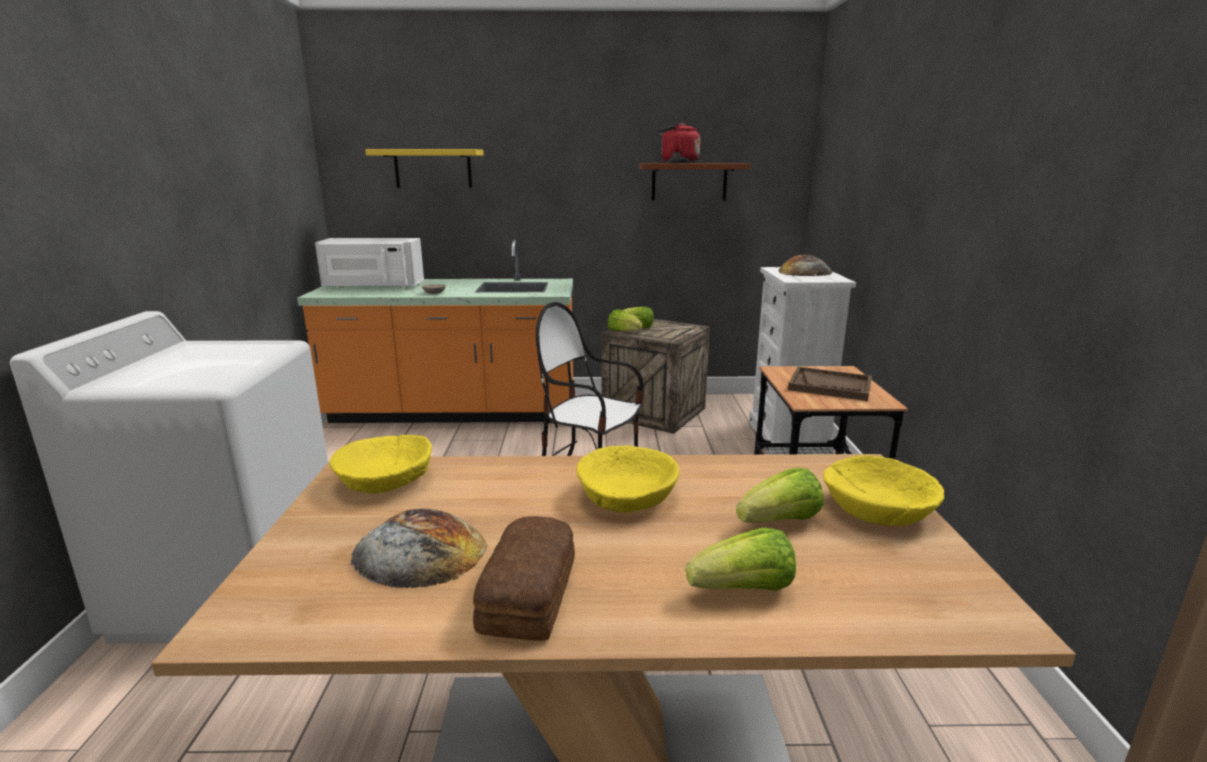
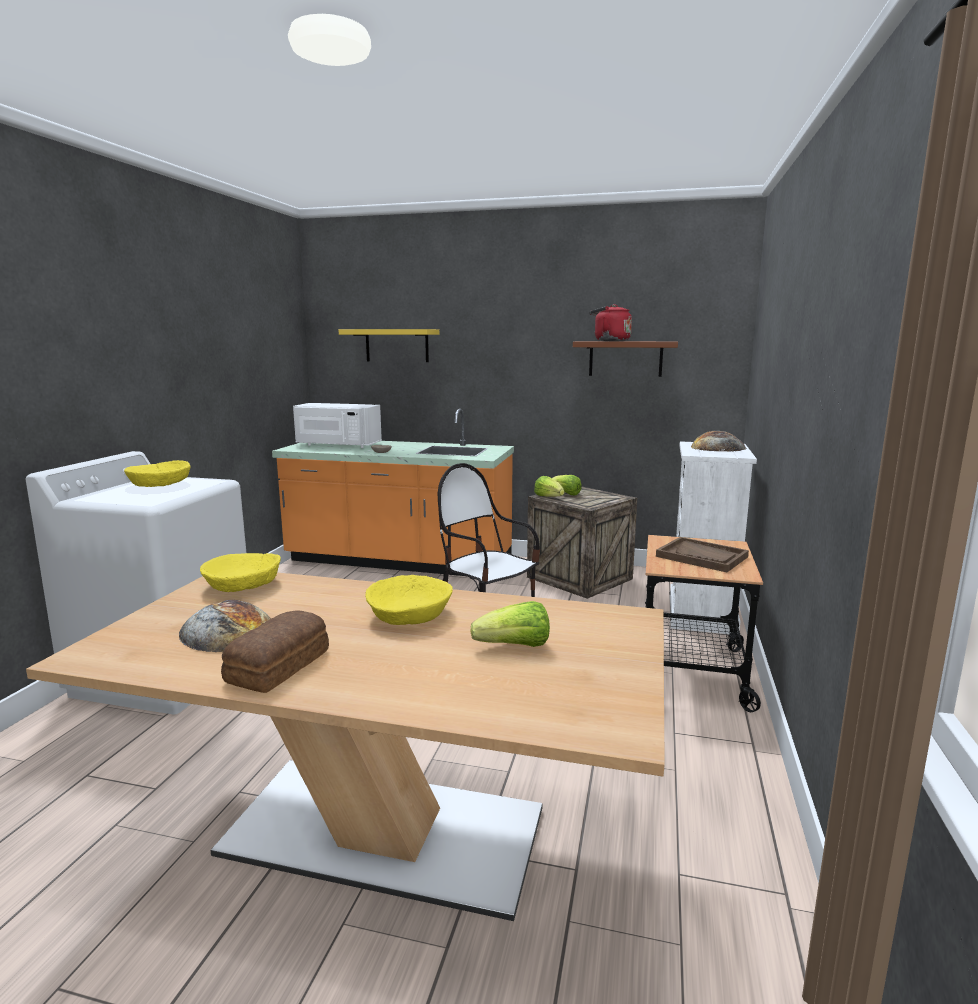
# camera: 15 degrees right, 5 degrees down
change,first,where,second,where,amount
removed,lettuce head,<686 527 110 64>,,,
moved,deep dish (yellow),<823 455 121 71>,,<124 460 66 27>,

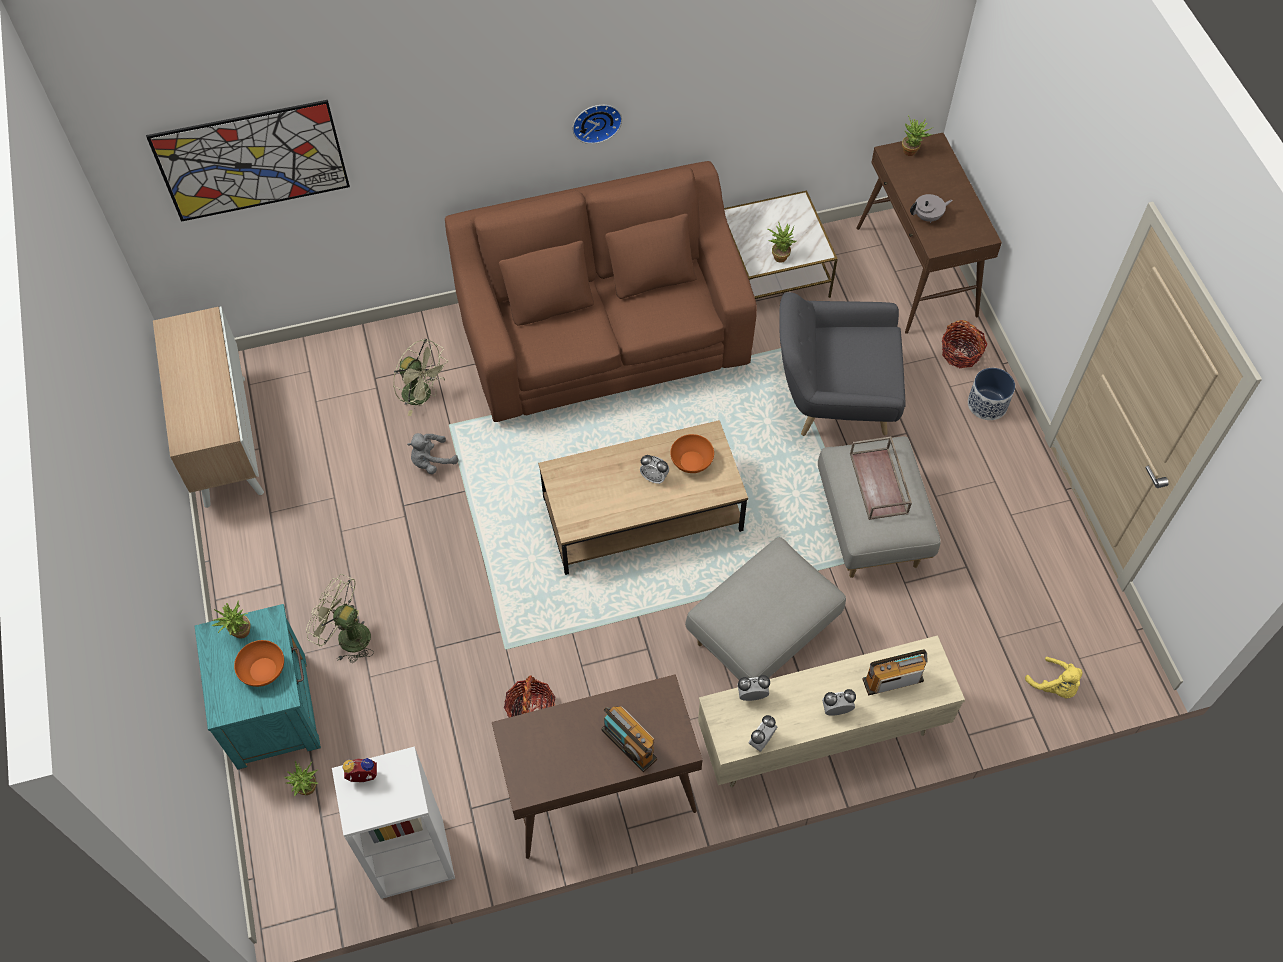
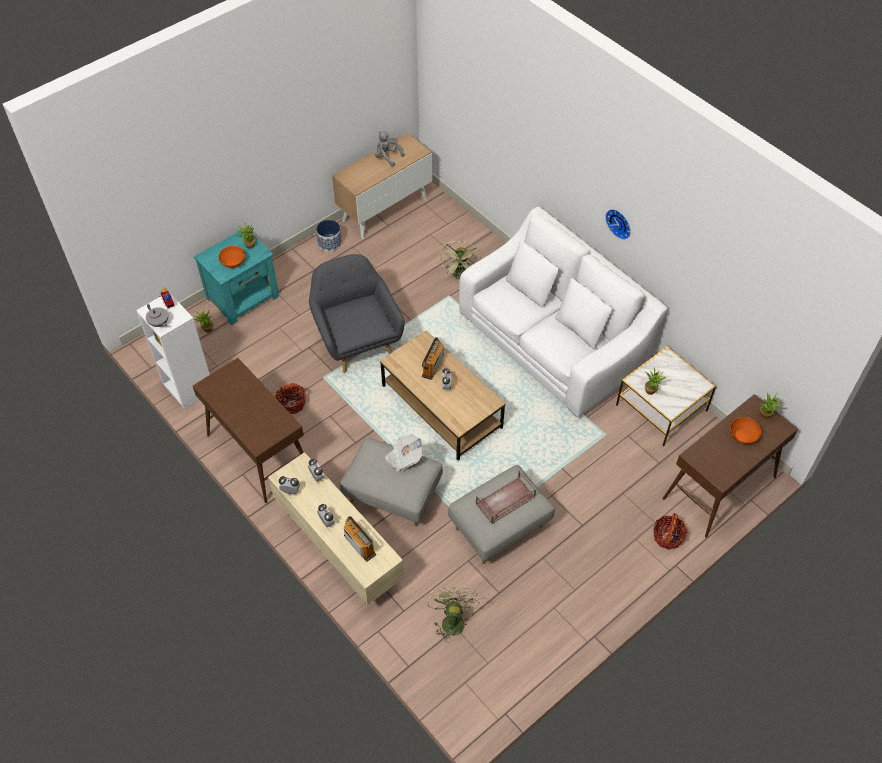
# camera: 65 degrees right, 5 degrees down
change,first,where,second,where,amount
removed,wall art,<146 100 204 122>,,,
removed,soft toy (yellow),<1025 657 58 42>,,,
added,,,newspaper,<385 434 39 37>,
moved,fan (greenish),<306 574 68 89>,,<428 587 51 55>,
moved,soft toy (greyish),<407 433 51 41>,,<375 131 29 35>,
moved,radio receiver,<601 706 56 66>,,<422 337 22 43>,
moved,deep dish (orange),<670 434 44 39>,,<730 417 31 27>,
moved,easy chair (greyish),<779 292 127 144>,,<309 254 96 119>,
moved,tea pot (greyish),<910 194 43 29>,,<146 304 22 23>,
moved,flower pot,<968 368 47 52>,,<316 220 26 32>,
recoloured,sofa (brown),<445 161 312 261>,sofa (white),<459 206 209 212>,

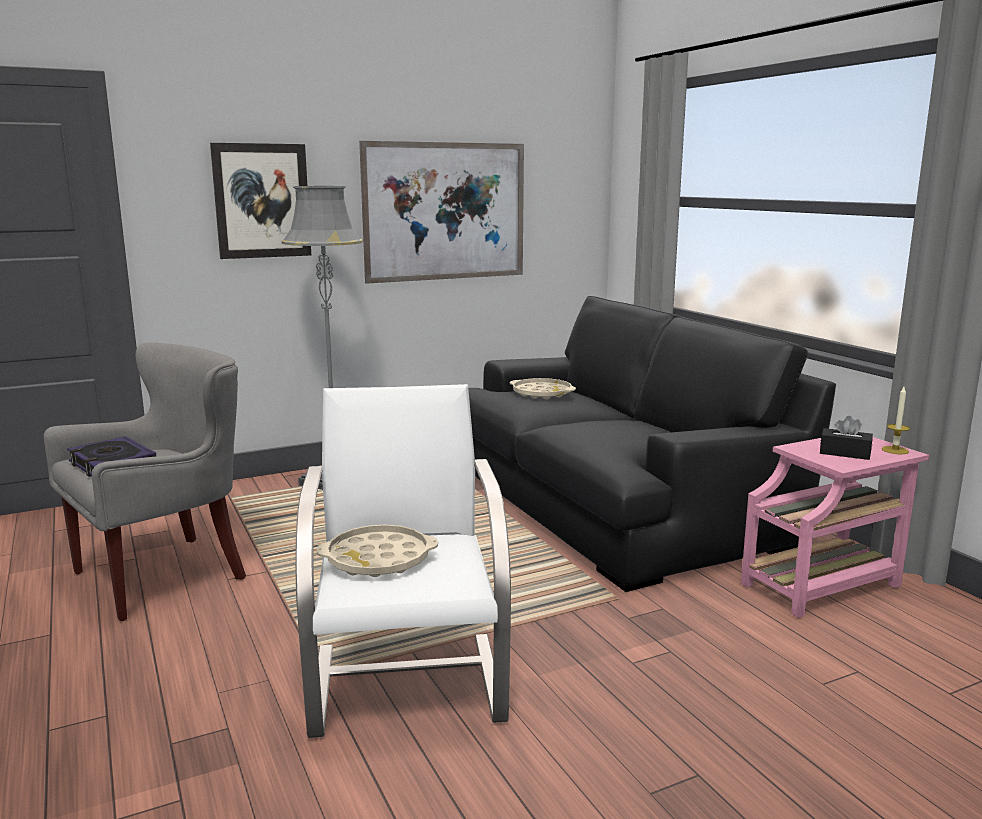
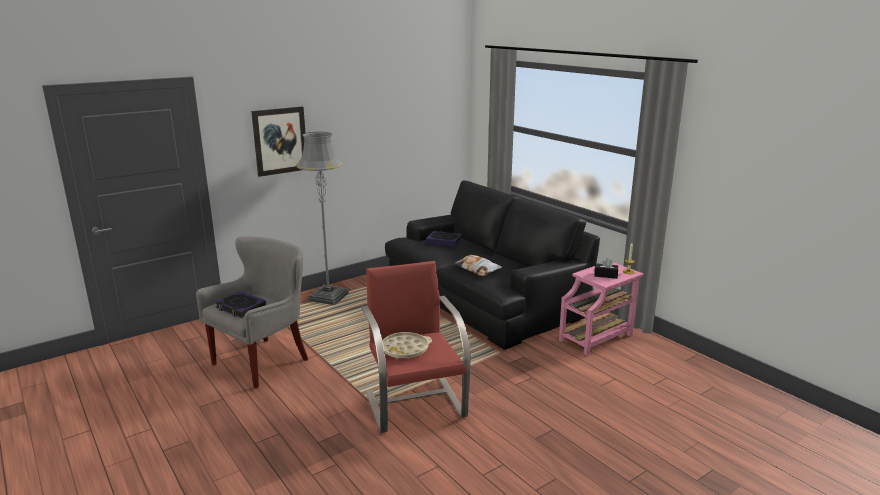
# camera: 10 degrees left, 5 degrees up
change,first,where,second,where,amount
removed,wall art,<359 141 165 143>,,,
added,,,cushion,<453 255 49 21>,
replaced,tray (sand-coloured),<510 378 66 22>,bound book,<426 231 36 16>,
recoloured,easy chair (white),<295 384 216 354>,easy chair (reddish),<361 261 110 172>,

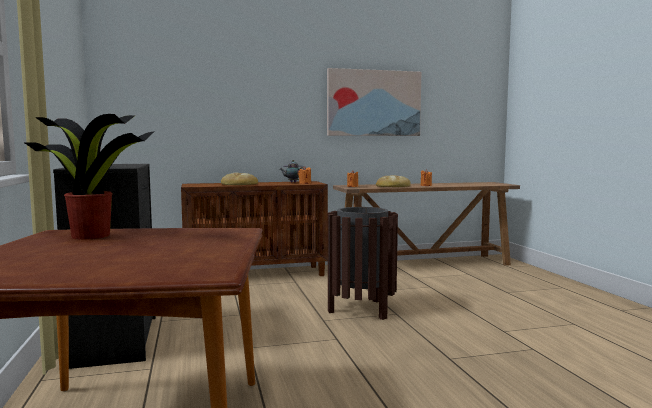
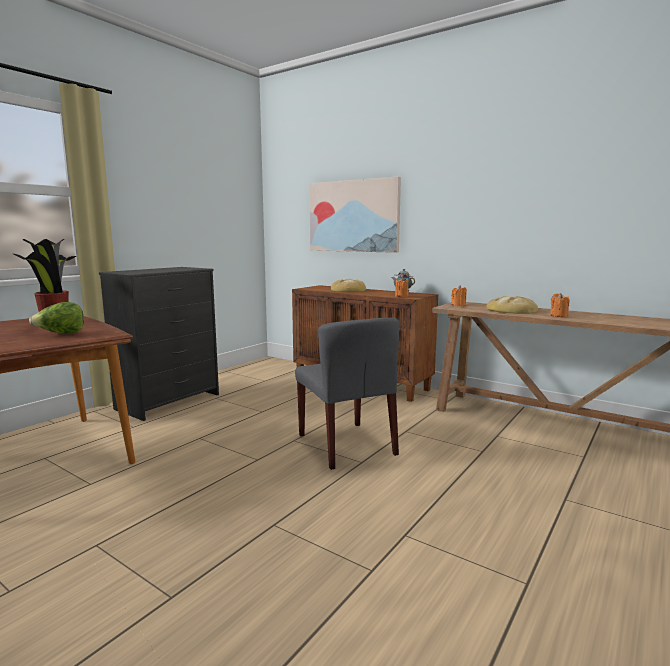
# camera: 50 degrees right, 5 degrees up
change,first,where,second,where,amount
added,,,lettuce head,<29 302 55 32>,
moved,wall art,<327 68 94 68>,,<309 176 92 77>,
replaced,waste bin (brown),<328 207 70 113>,plain chair (greyish),<295 318 104 152>,

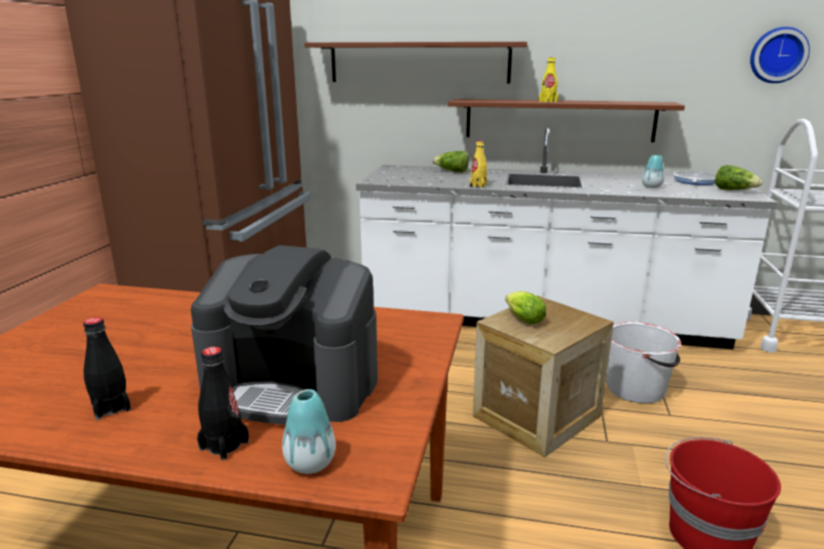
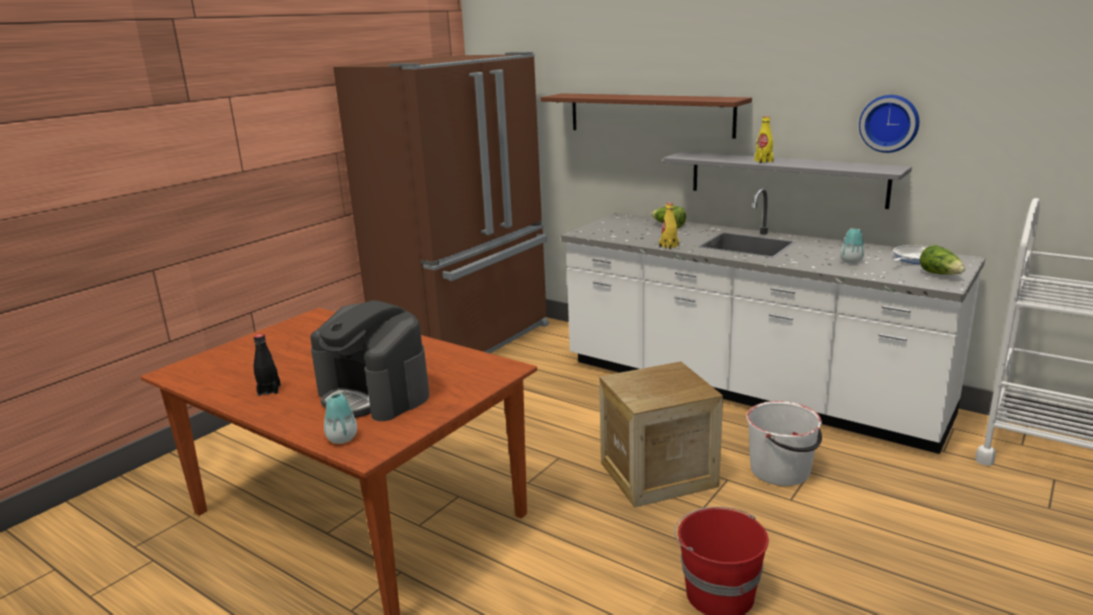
# camera: 25 degrees right, 0 degrees up
change,first,where,second,where,amount
removed,drink bottle (black),<197 347 52 113>,,,
removed,lettuce head,<505 291 41 33>,,,
moved,wall clock,<750 27 60 56>,,<859 95 60 58>,
recoloured,bracket shelf (brown),<448 99 237 43>,bracket shelf (greyish),<663 151 249 58>,

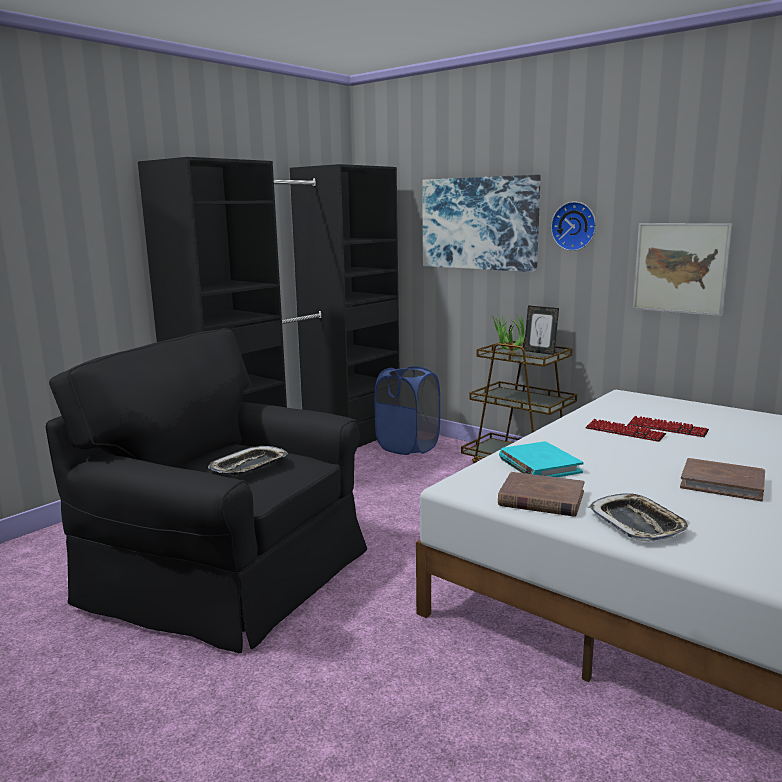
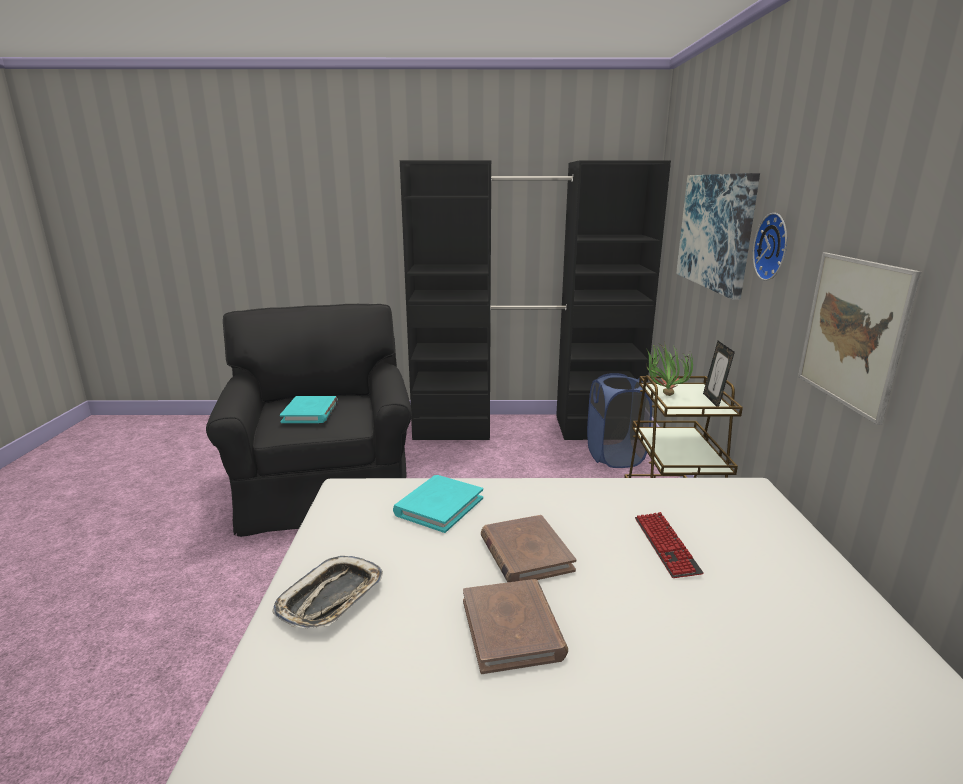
# camera: 50 degrees right, 5 degrees up
change,first,where,second,where,amount
removed,computer keyboard,<585 419 81 23>,,,
moved,bound book (brown),<498 472 86 45>,,<481 515 95 67>,
replaced,tray,<208 446 80 29>,bound book (turquoise-coloured),<280 396 58 27>,

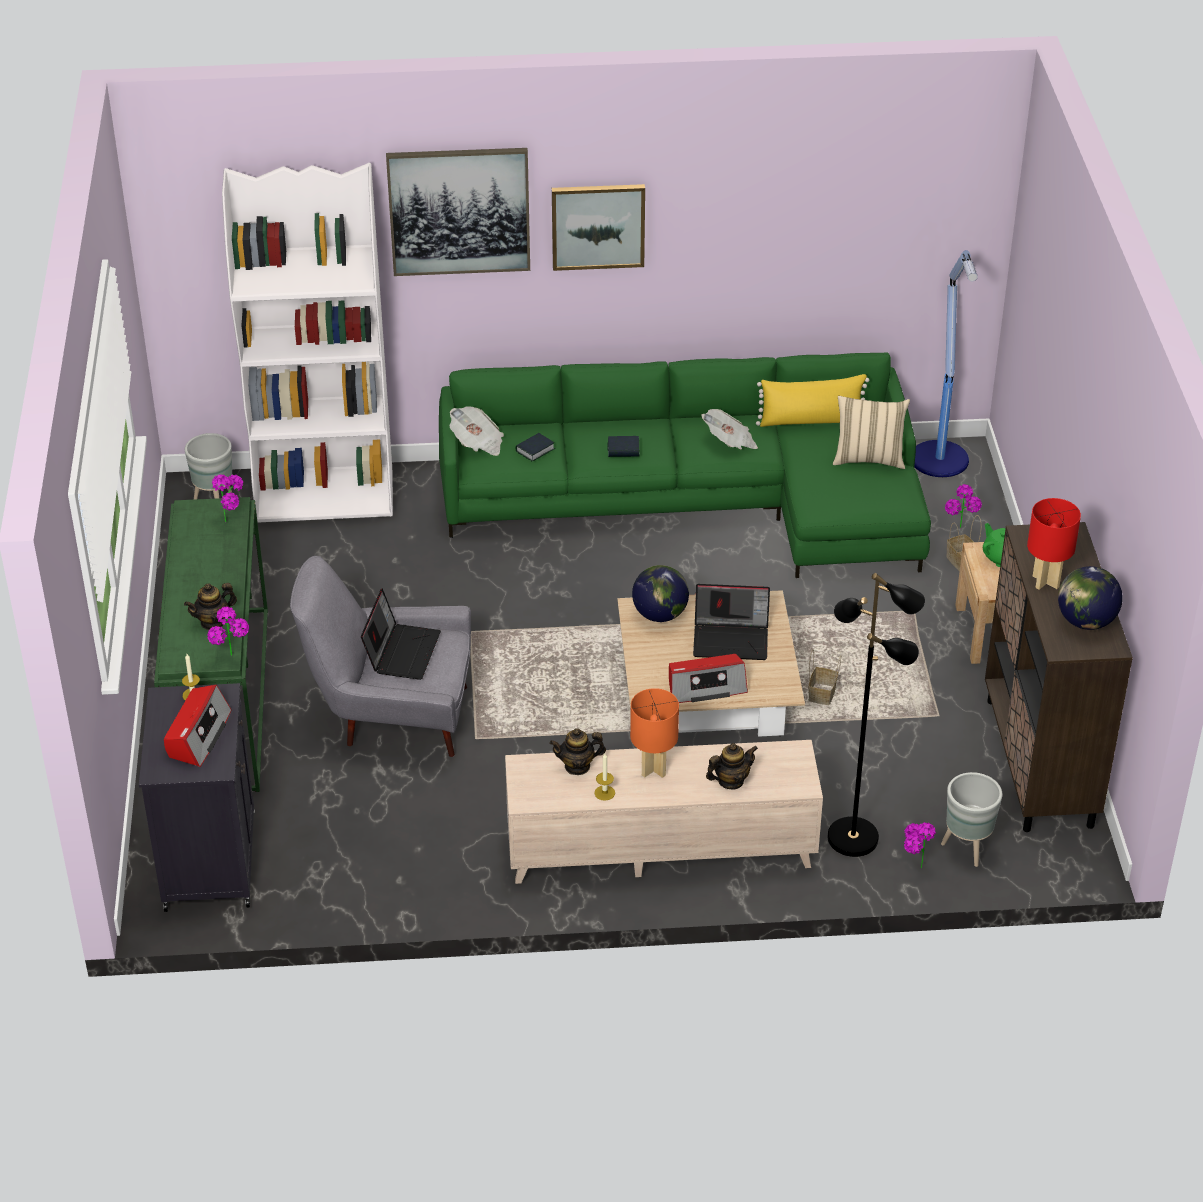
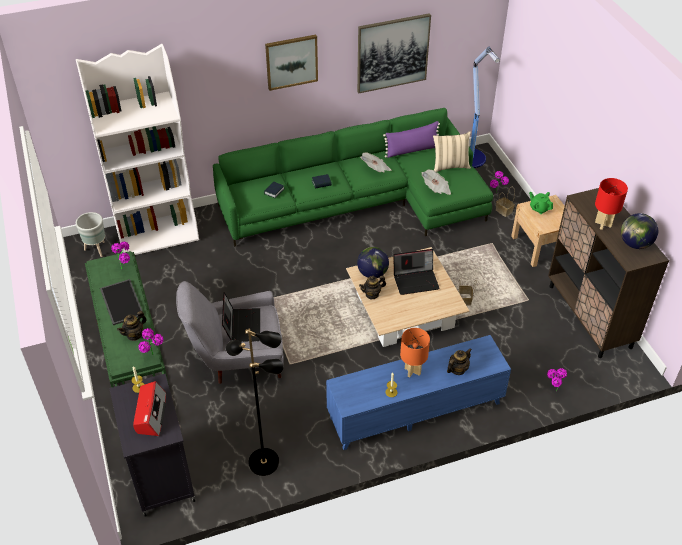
# camera: 15 degrees left, 5 degrees up
change,first,where,second,where,amount
removed,radio receiver,<669 654 79 49>,,,
removed,flower pot (greyish),<941 772 61 95>,,,
added,,,tray,<100 279 43 46>,
moved,wall art,<386 148 144 128>,,<357 13 74 80>,
moved,newspaper,<450 406 54 50>,,<422 170 29 25>,
moved,tea pot,<549 728 57 47>,,<359 276 27 23>,
moved,floor lamp (black),<828 573 97 284>,,<226 329 57 147>,
recoloured,tv unit (sand-coloured),<505 740 318 144>,tv unit (blue-coloured),<326 335 185 115>,
recoloured,cushion (yellow),<756 374 113 53>,cushion (purplish),<383 121 57 37>,

